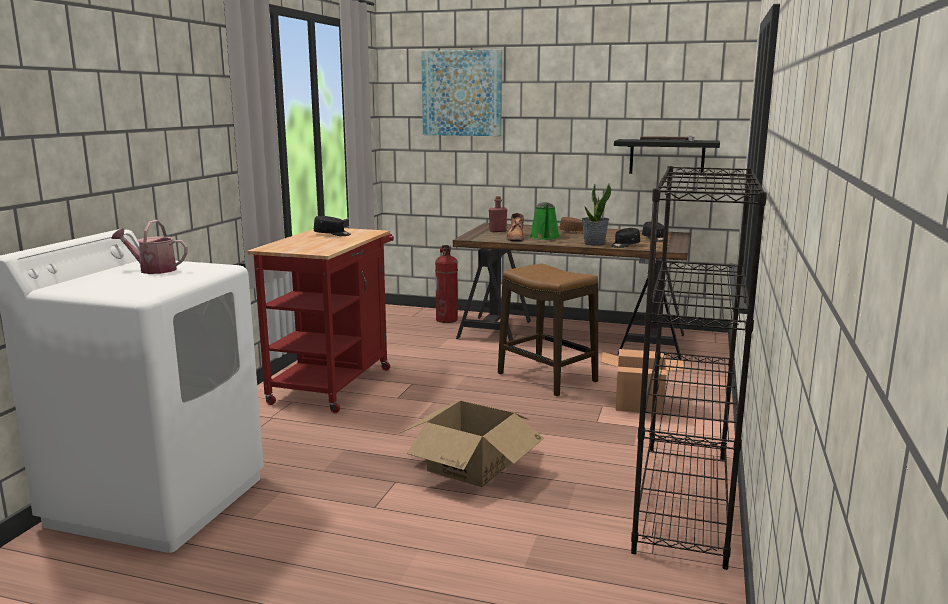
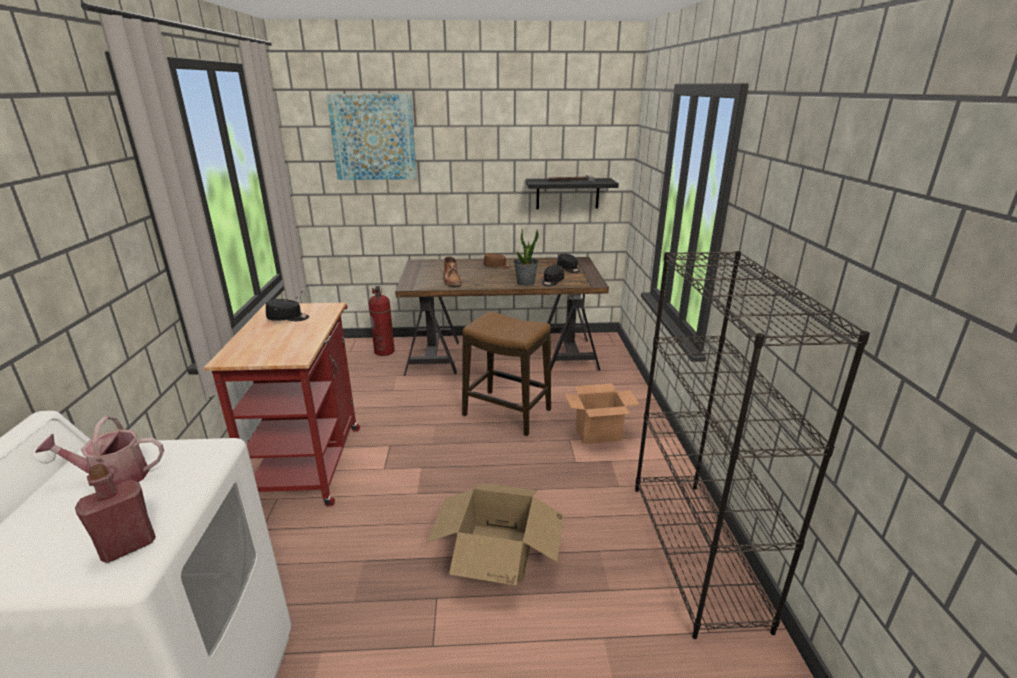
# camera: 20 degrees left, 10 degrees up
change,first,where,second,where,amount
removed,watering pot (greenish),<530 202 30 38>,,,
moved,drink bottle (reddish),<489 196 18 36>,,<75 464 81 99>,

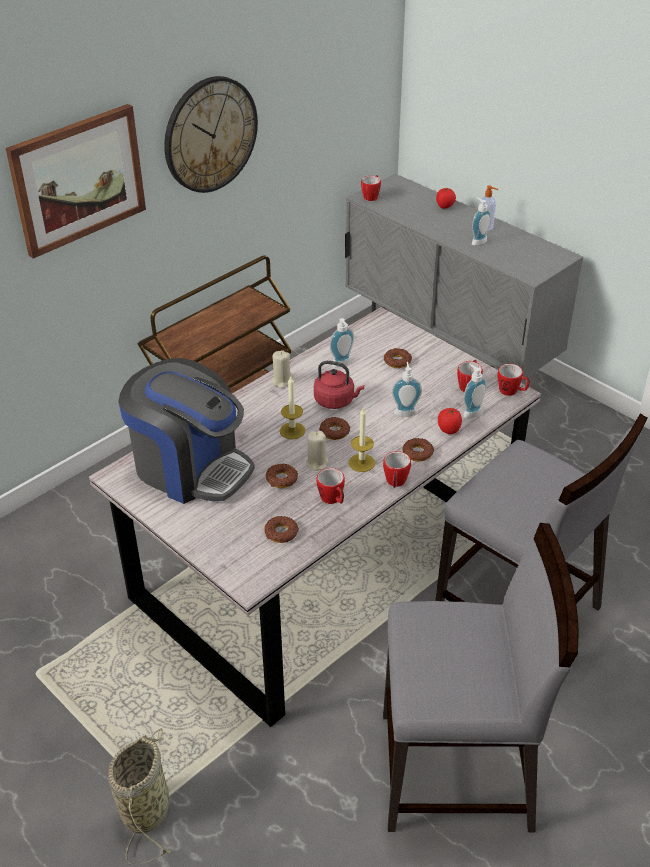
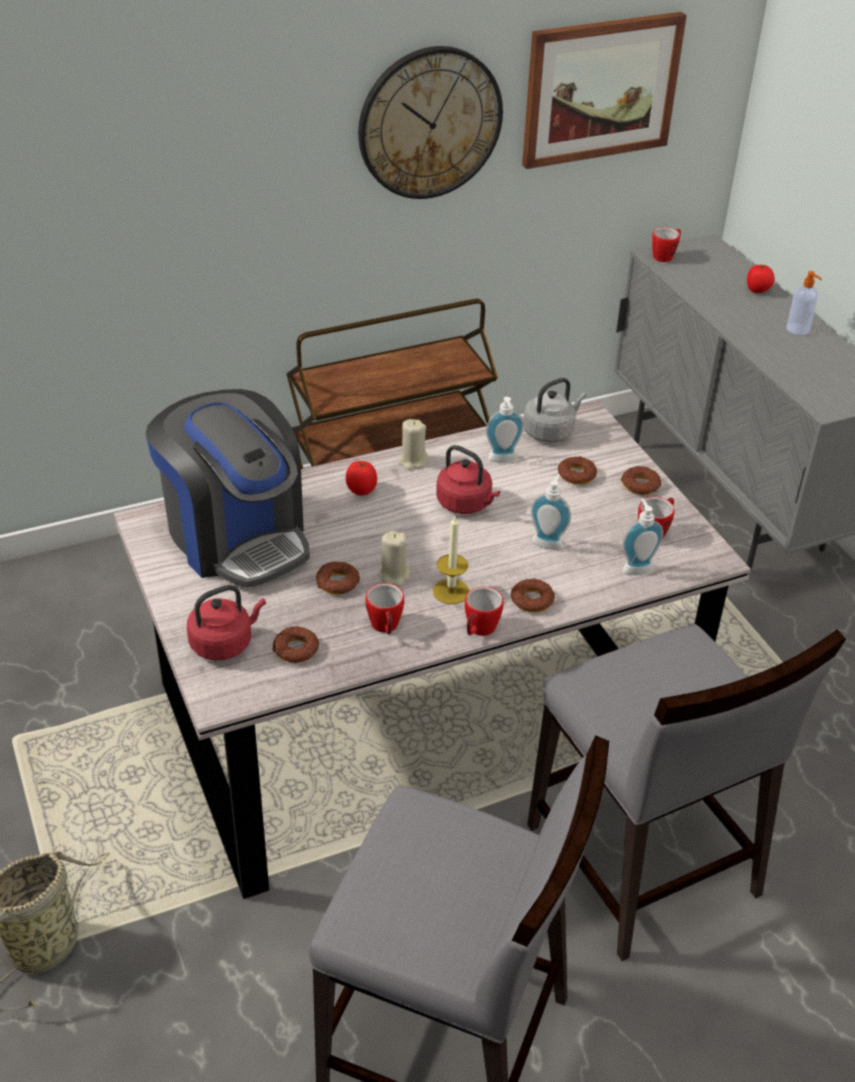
# camera: 20 degrees right, 0 degrees up
change,first,where,second,where,amount
removed,candle,<280 377 25 62>,,,
removed,liquid soap bottle,<472 197 19 49>,,,
removed,coffee mug,<498 364 32 32>,,,
added,,,water kettle (reddish),<187 585 79 76>,
added,,,water kettle (greyish),<523 378 63 65>,
moved,wall art,<6 104 140 155>,,<522 12 165 157>,
moved,donut,<319 417 31 23>,,<621 466 40 29>,
moved,fresh tomato,<438 408 24 26>,,<346 461 31 35>,

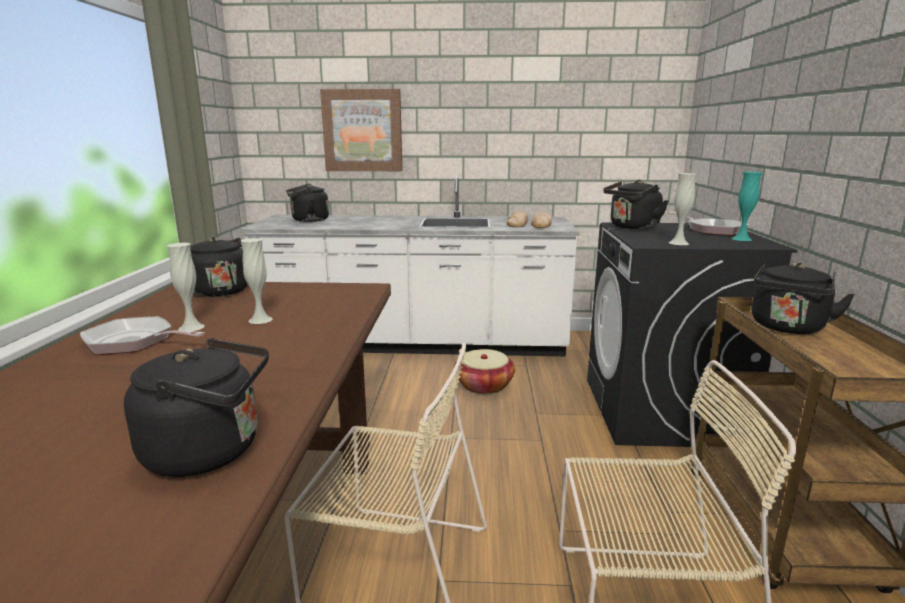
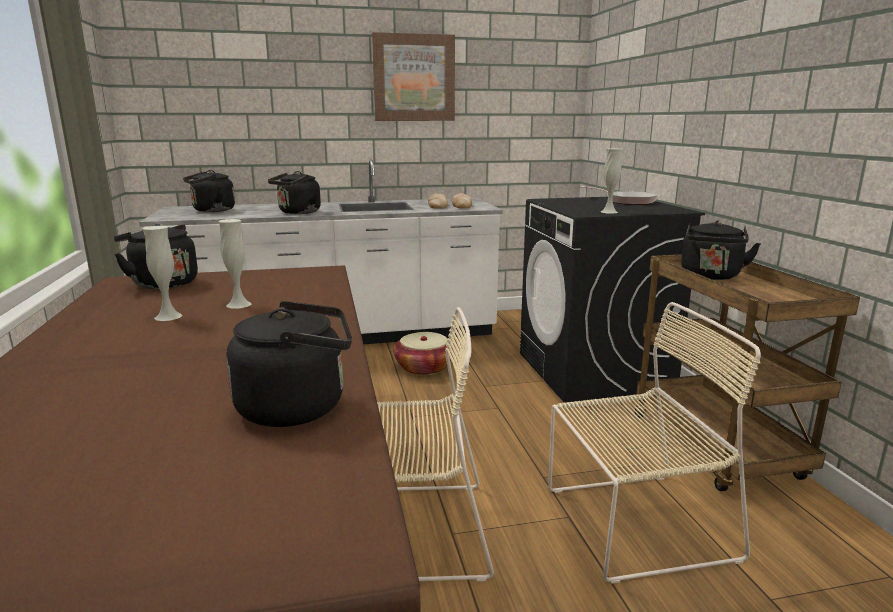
# camera: 15 degrees left, 0 degrees up
change,first,where,second,where,amount
removed,frying pan,<80 316 125 39>,,,
removed,decorative vase (turquoise-coloured),<732 172 30 69>,,,
moved,wall art,<320 89 83 82>,,<372 32 83 89>,
moved,water kettle (black),<603 180 65 50>,,<268 171 53 43>,

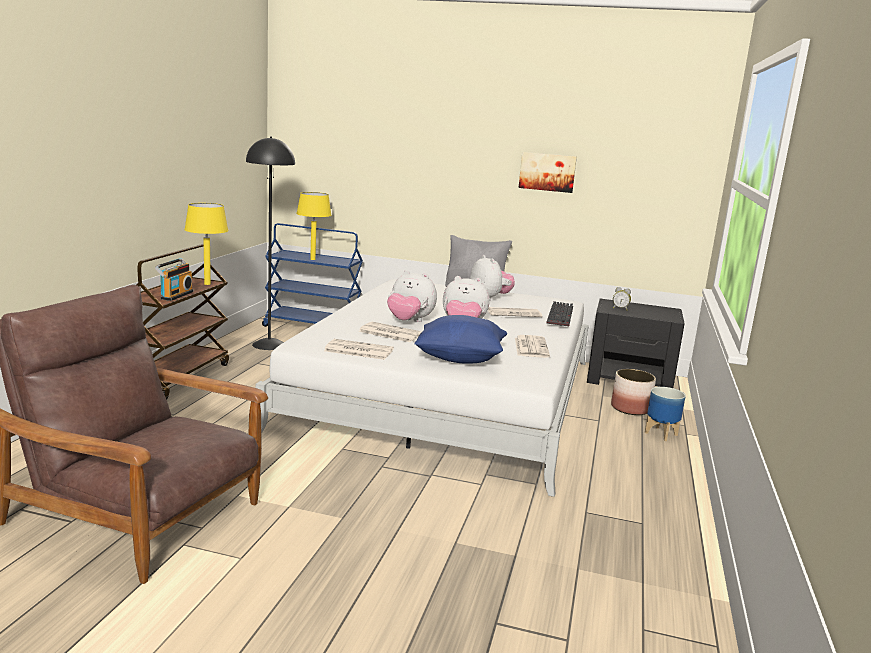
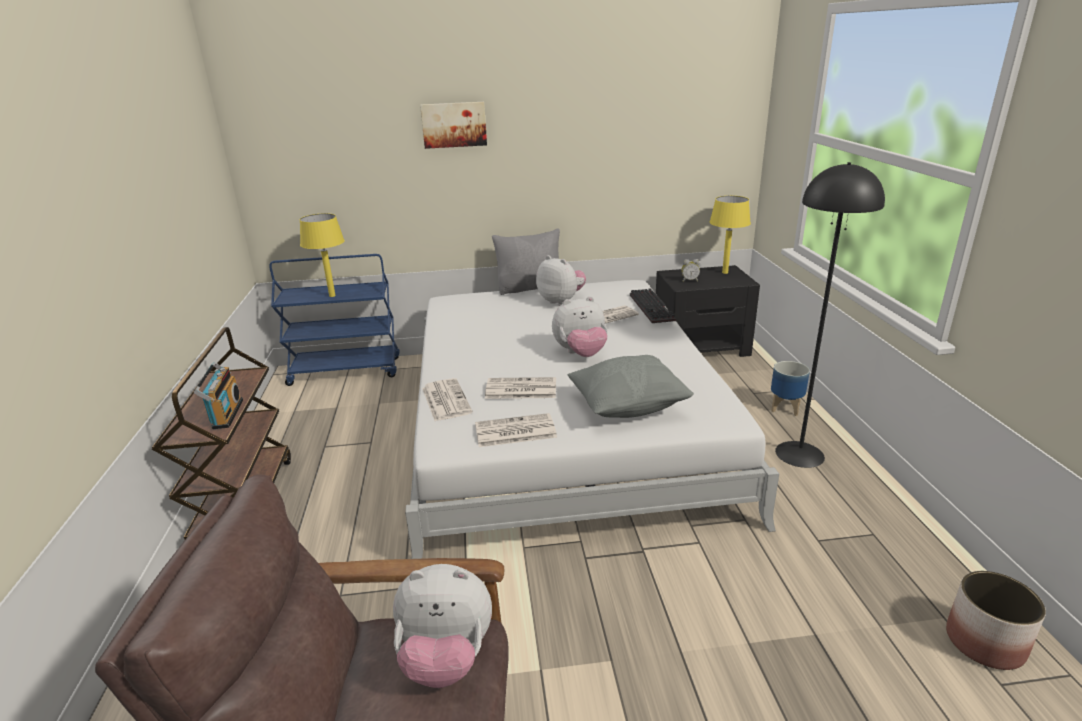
# camera: 20 degrees left, 10 degrees up
change,first,where,second,where,amount
moved,tabletop lamp (yellow),<184 203 44 82>,,<709 196 42 78>,
moved,floor lamp (black),<246 137 49 213>,,<775 162 110 306>,
moved,soft toy,<387 270 50 52>,,<393 564 99 124>,
moved,newspaper,<515 335 35 23>,,<422 378 51 43>,
moved,wall art,<519 152 58 41>,,<420 102 67 47>,
moved,flower pot,<611 369 45 46>,,<946 571 100 99>,
recoloured,cushion (blue-coloured),<414 315 93 49>,cushion (greyish),<568 355 126 63>,

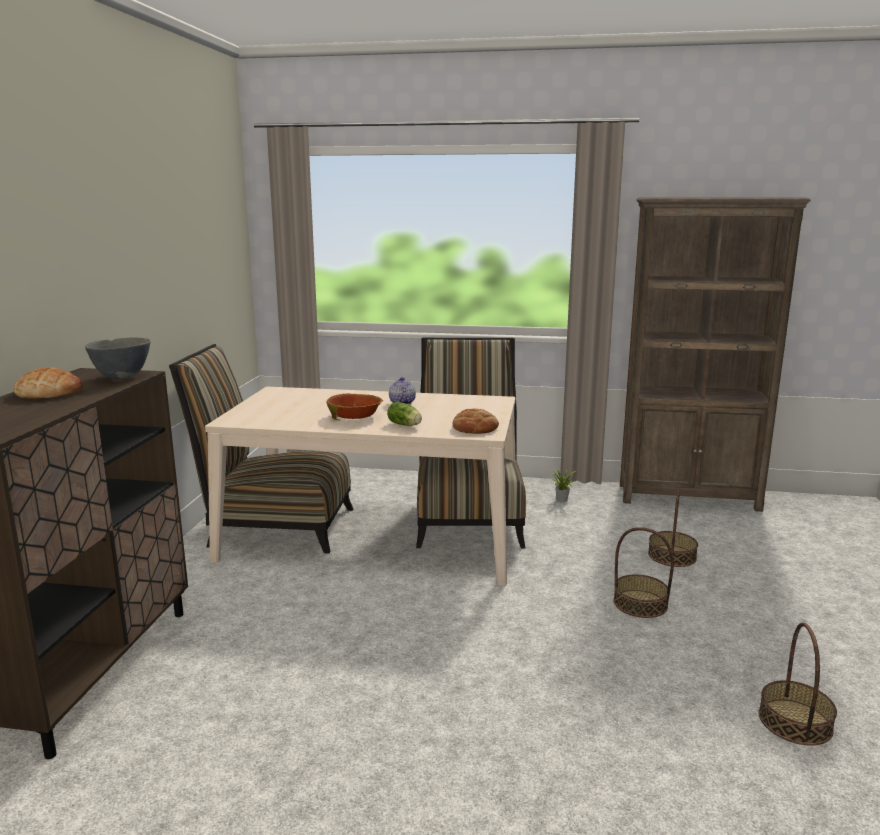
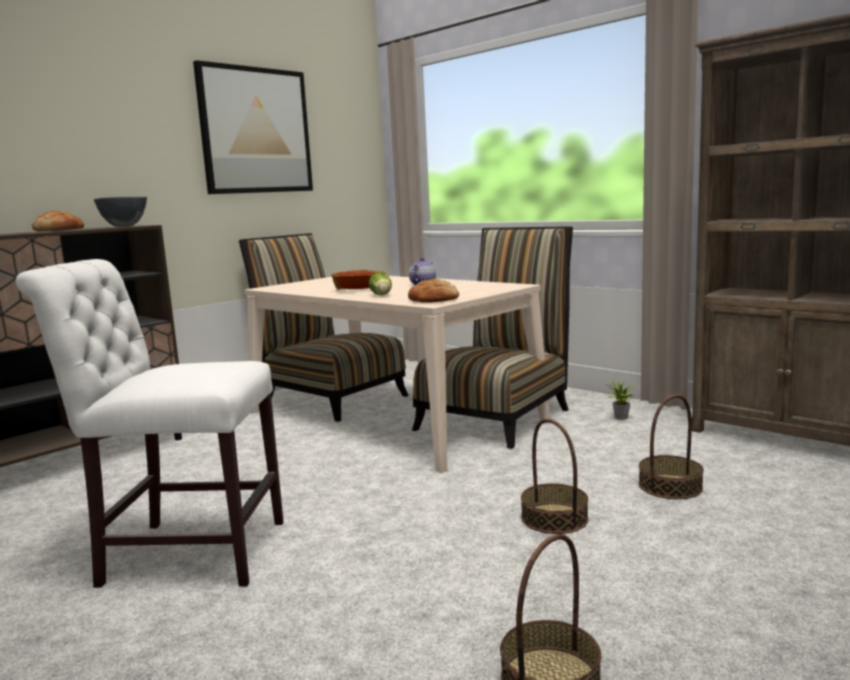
# camera: 35 degrees right, 5 degrees down
change,first,where,second,where,amount
added,,,plain chair (white),<16 259 268 329>,
added,,,wall art,<193 60 120 134>,

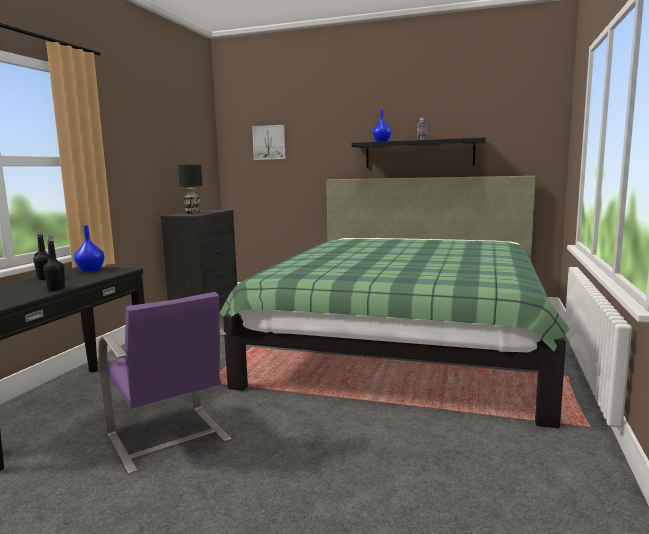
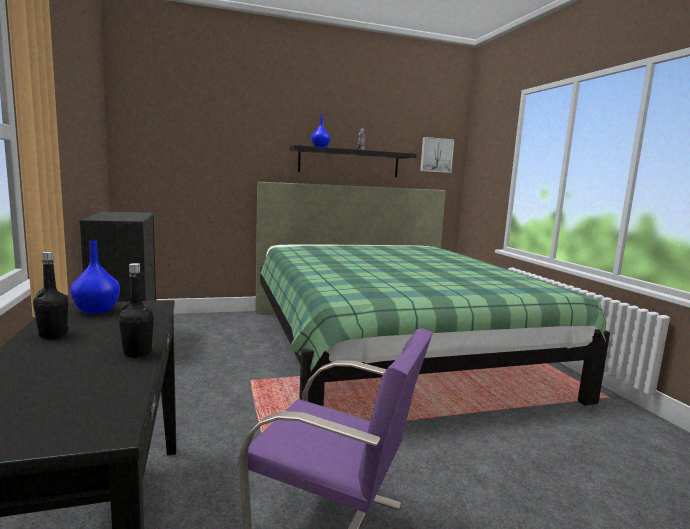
# camera: 35 degrees left, 0 degrees up
change,first,where,second,where,amount
removed,tabletop lamp (black),<178 165 24 49>,,,
moved,wall art,<252 125 33 35>,,<420 137 34 36>,

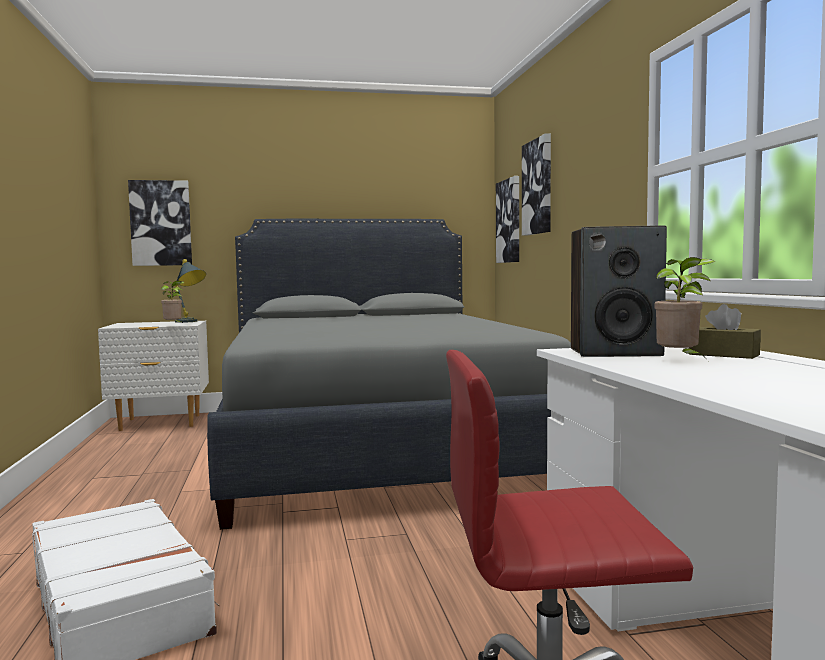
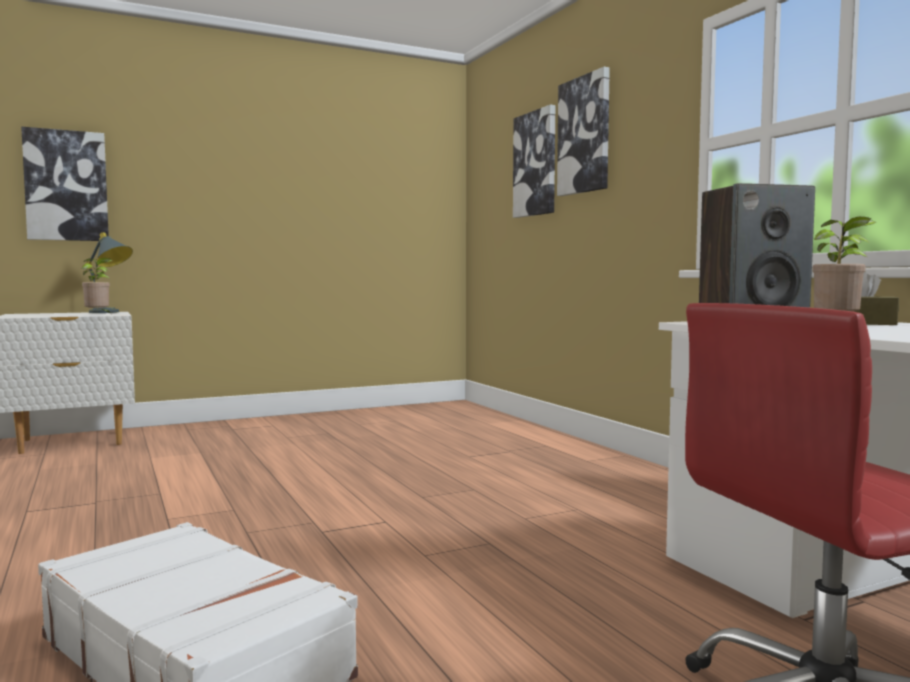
# camera: 15 degrees left, 0 degrees up
change,first,where,second,where,amount
removed,bedroom bed (greyish),<207 219 364 311>,,,
moved,wall art,<496 176 23 87>,,<557 67 53 129>,

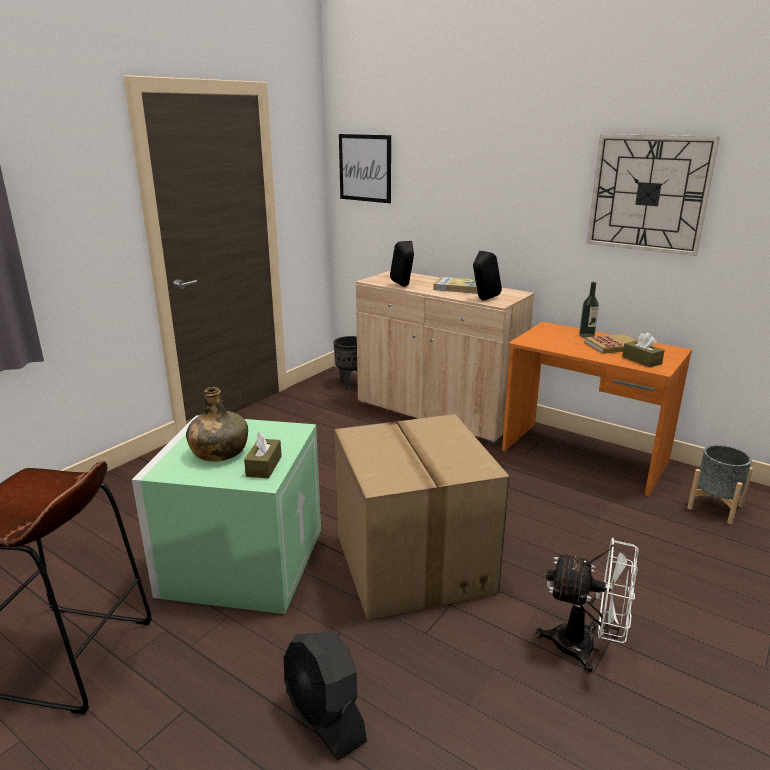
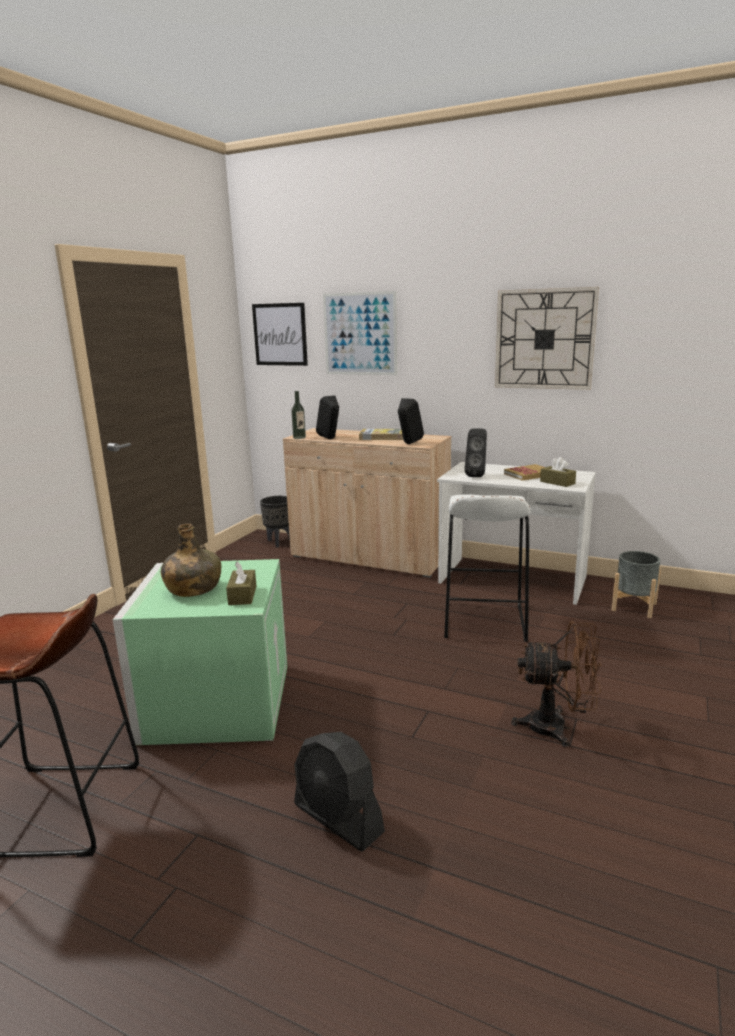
# camera: 10 degrees left, 5 degrees down
change,first,where,second,where,amount
removed,cardboard box,<334 414 176 206>,,,
added,,,wall art,<323 291 74 84>,
added,,,stool (white),<444 494 86 148>,
added,,,speaker (black),<465 428 22 49>,
moved,drink bottle,<579 282 20 56>,,<291 391 15 48>,
recoloured,desk unit (orange),<502 322 190 174>,desk unit (white),<437 462 159 143>,
recoloured,fan (white),<536 538 103 136>,fan (brown),<511 621 91 127>,

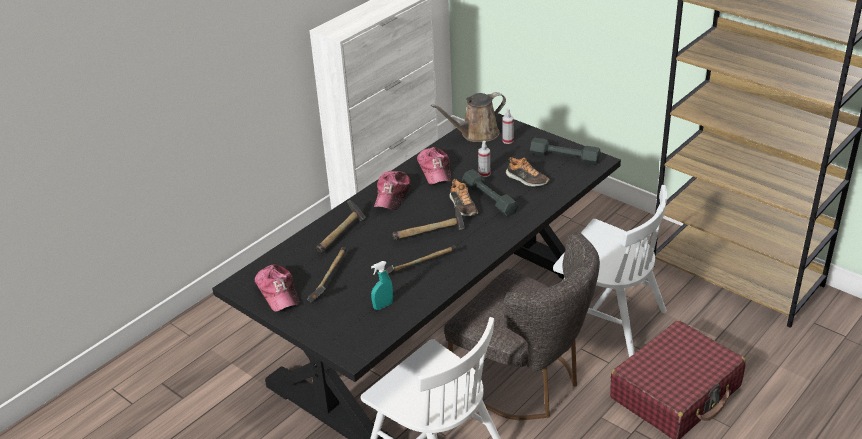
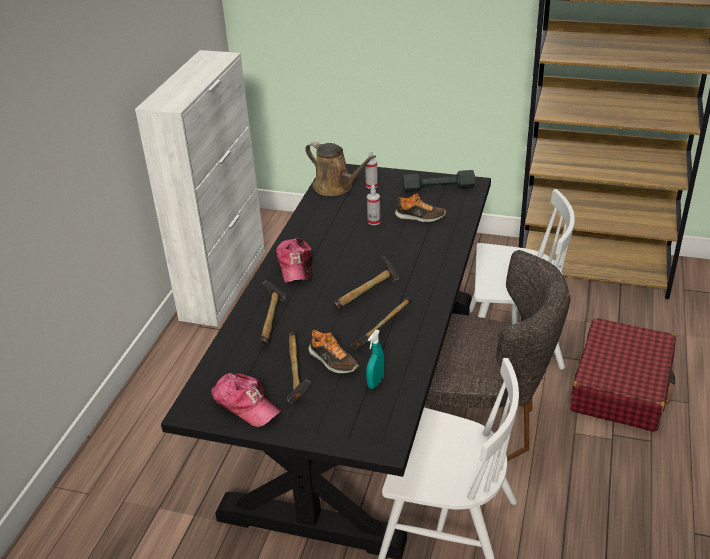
# camera: 25 degrees left, 0 degrees up
change,first,where,second,where,amount
removed,peaked cap,<417 147 36 38>,,,
removed,free weight (greyish),<462 169 57 48>,,,
moved,shoe,<449 179 29 37>,,<309 330 51 43>,
turned,watering pot (brown),<431 92 75 50>,,<305 142 71 54>,90 degrees counterclockwise

